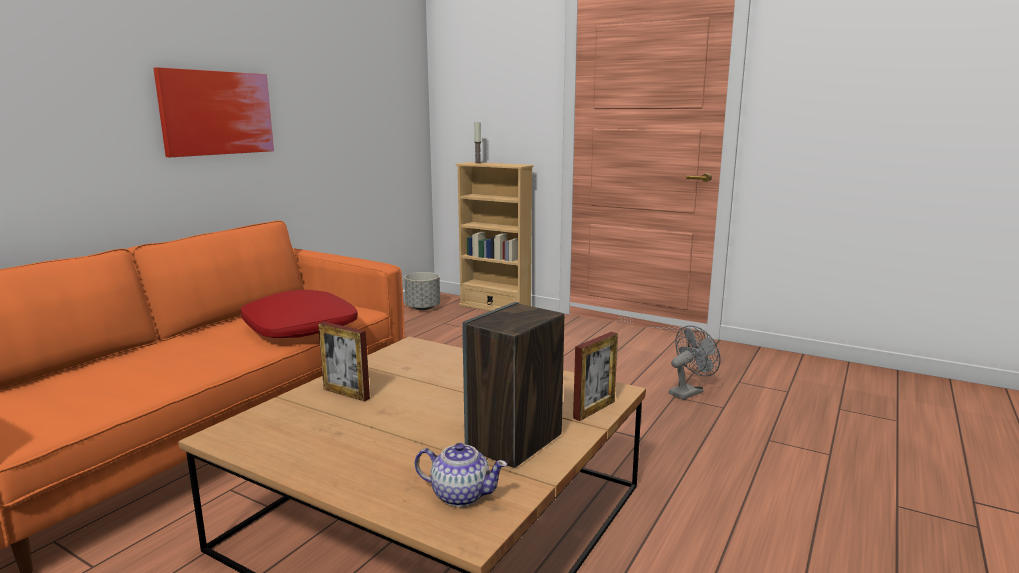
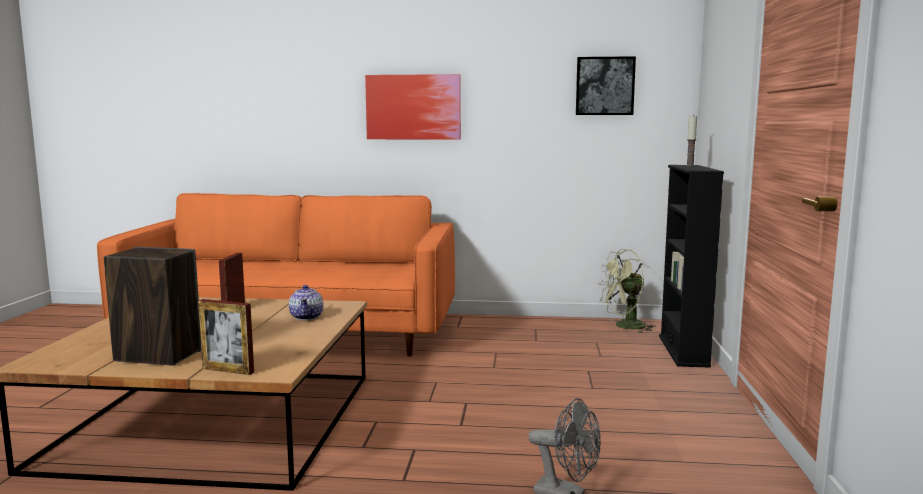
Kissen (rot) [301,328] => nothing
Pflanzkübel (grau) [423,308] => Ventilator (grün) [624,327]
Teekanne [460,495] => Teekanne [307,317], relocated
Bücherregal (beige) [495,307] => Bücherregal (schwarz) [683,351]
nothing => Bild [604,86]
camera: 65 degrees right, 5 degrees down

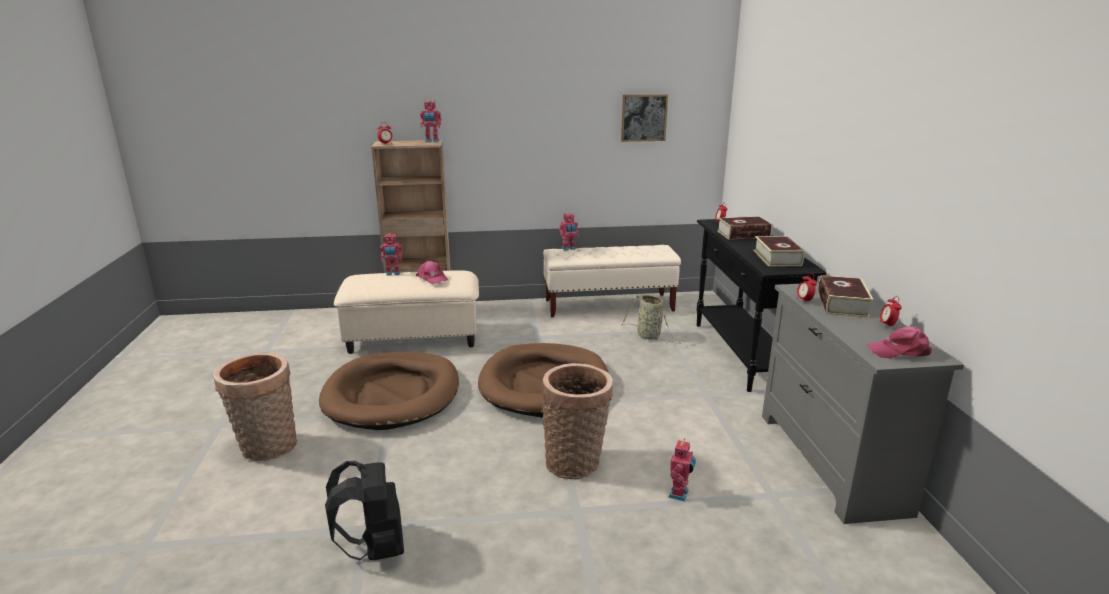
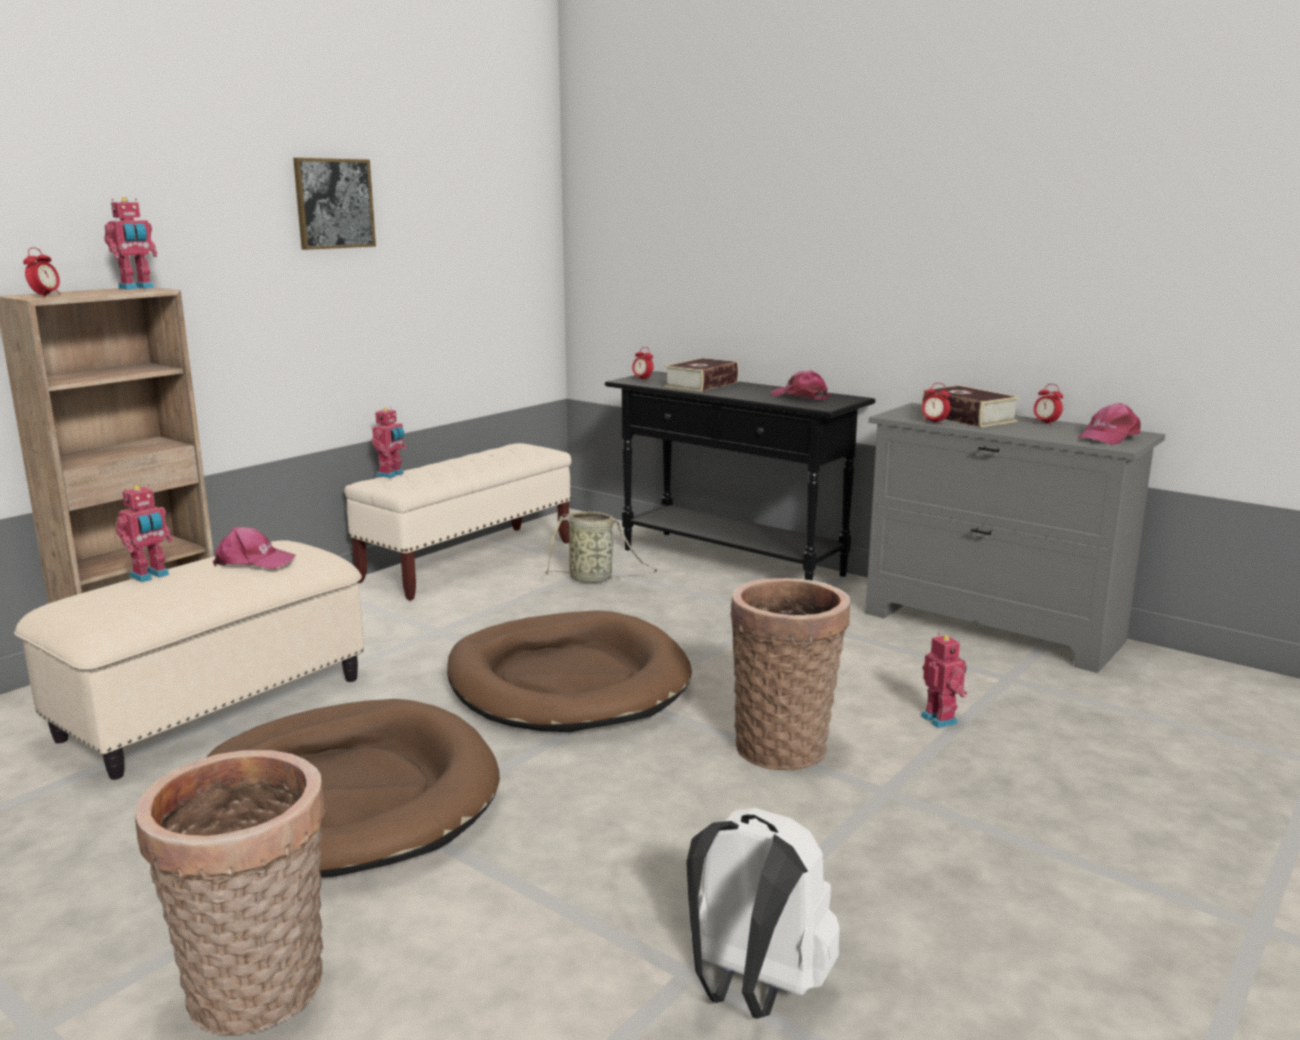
Rucksack (schwarz) [375,548] => Rucksack (weiß) [753,989]
Bild [644,118] => Bild [334,203], relocated
Buch [777,258] => Kappe (rosa) [800,396]
camera: 45 degrees left, 5 degrees down

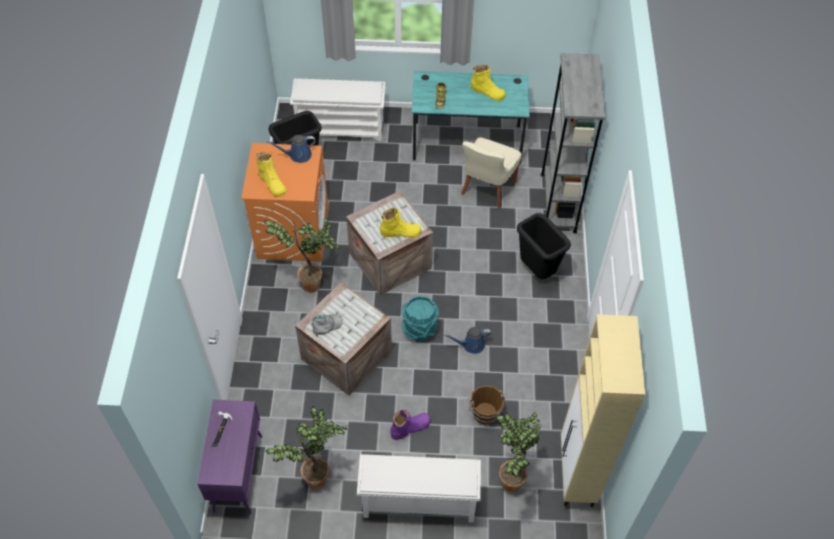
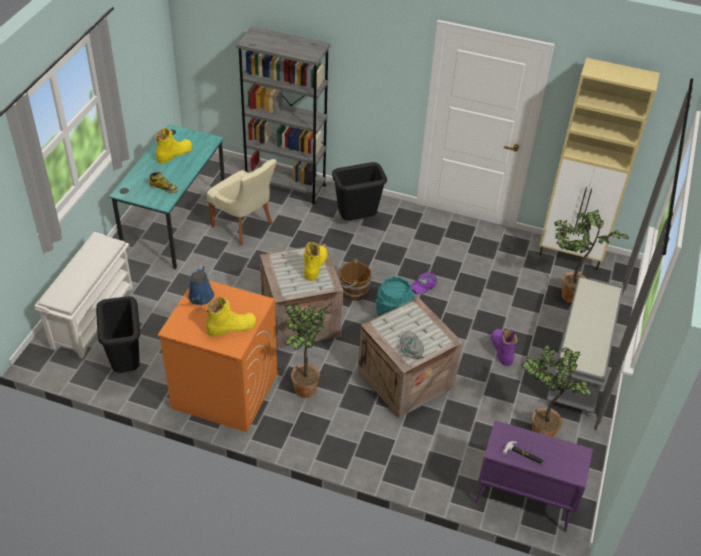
Schuhregal (weiß) [417,502] => Bank (grau) [580,363]
Gießkanne (blau) [471,345] => Kappe (lila) [423,284]
Eimer (braun) [484,412] => Eimer (braun) [353,292], relocated
camera: 75 degrees left, 10 degrees down

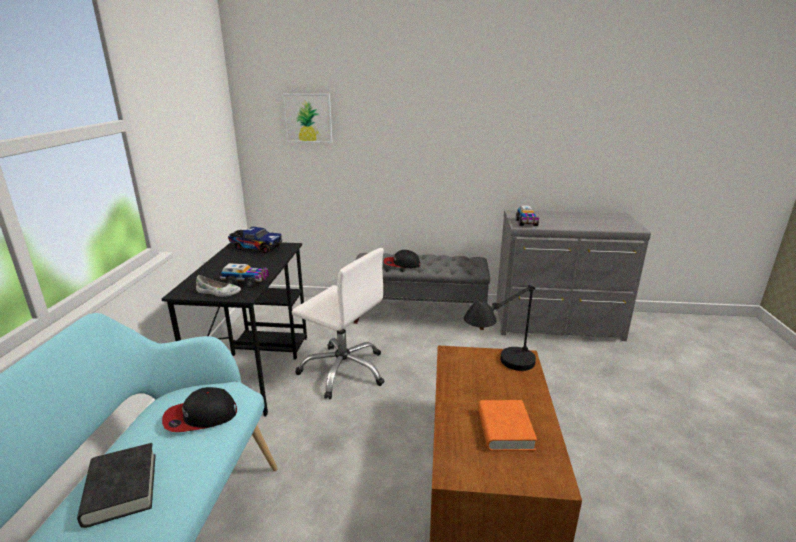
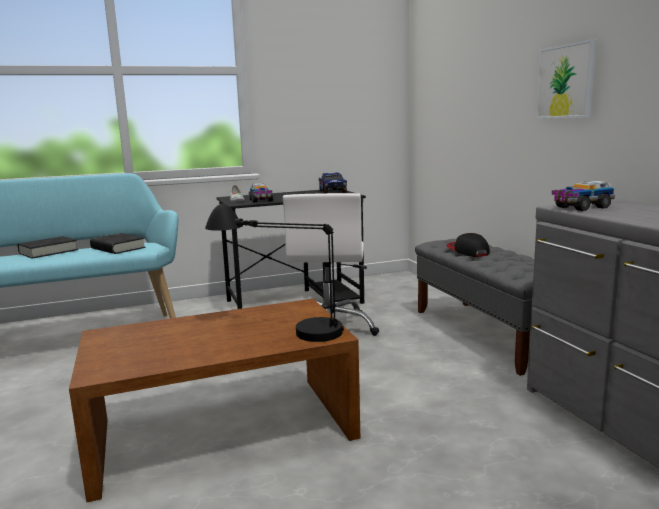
Kappe [200,417] => Buch (schwarz) [118,248]
Bild [308,118] => Bild [565,81], relocated
Buch (orange) [505,429] => nothing
camera: 65 degrees right, 10 degrees down

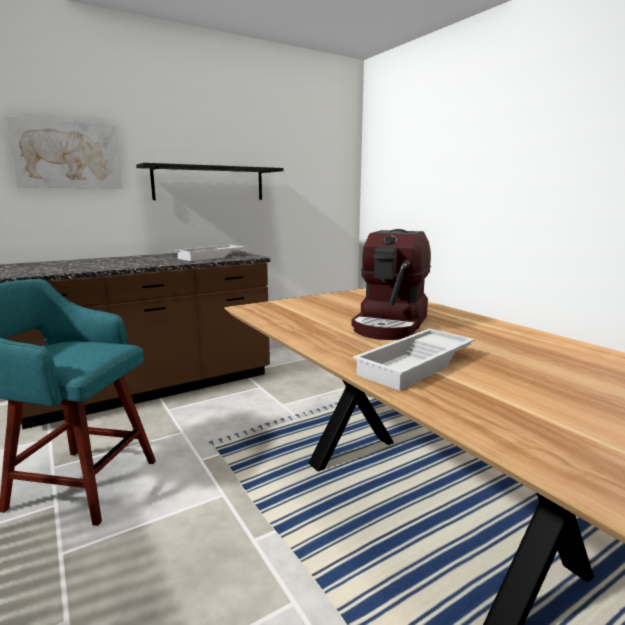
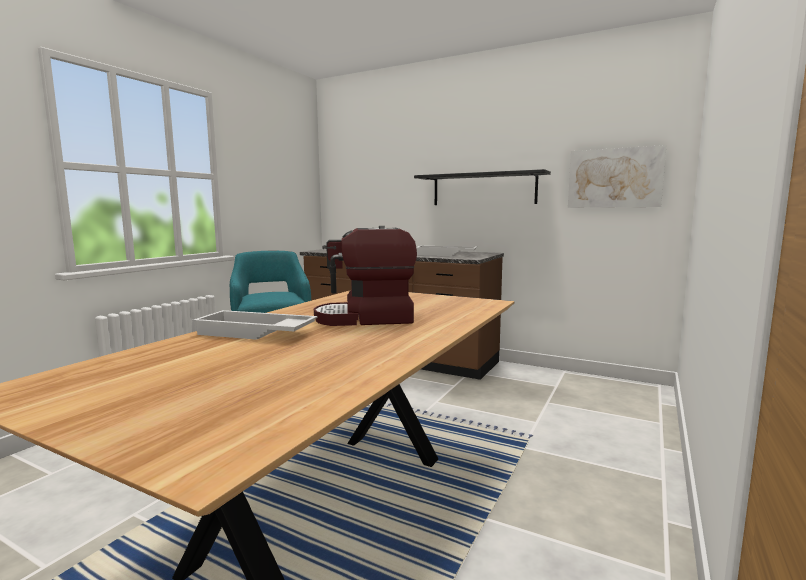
Bild [68,155] => Bild [614,178], relocated
camera: 60 degrees right, 5 degrees down

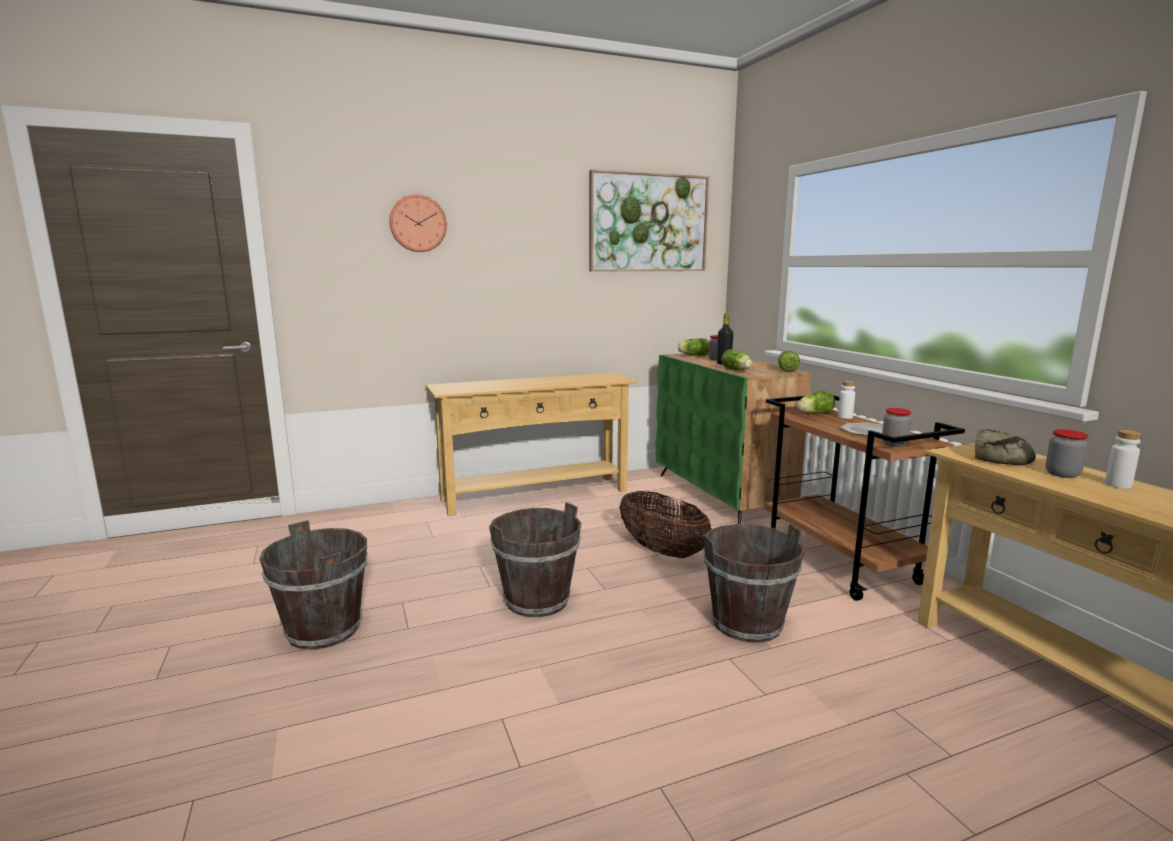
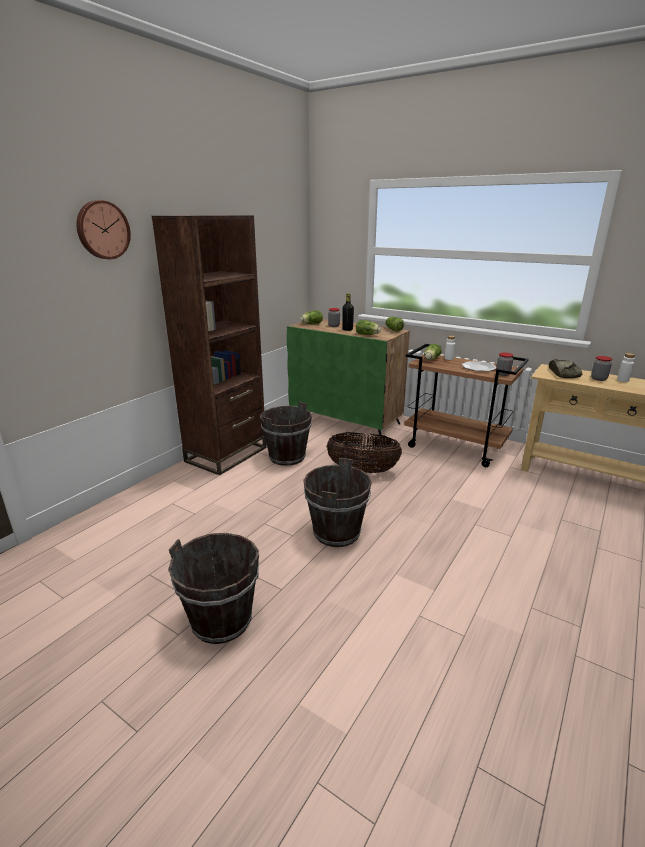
Konsolentisch (beige) [535,495] => Bücherregal (braun) [226,454]
Bild [648,223] => nothing
Eimer (braun) [747,624] => Eimer (braun) [287,457], relocated
camera: 35 degrees left, 10 degrees up

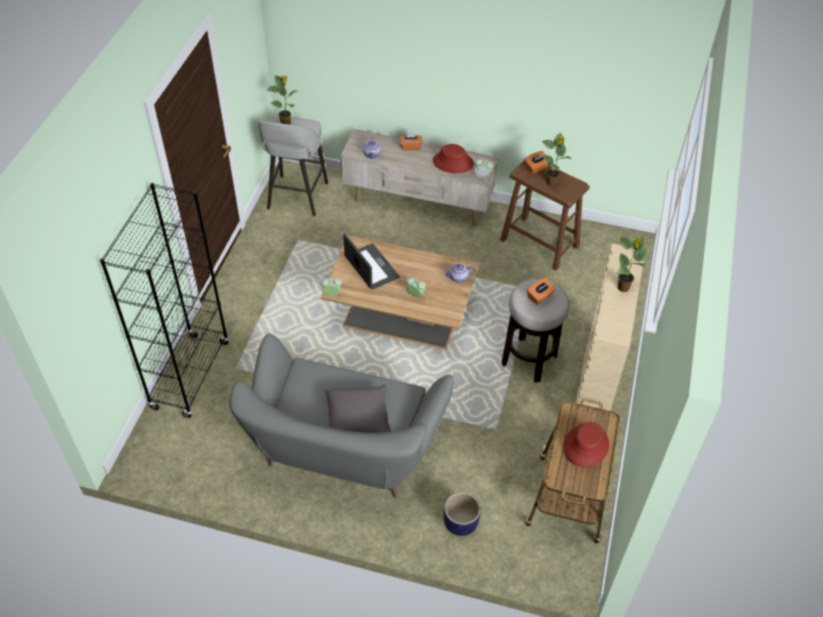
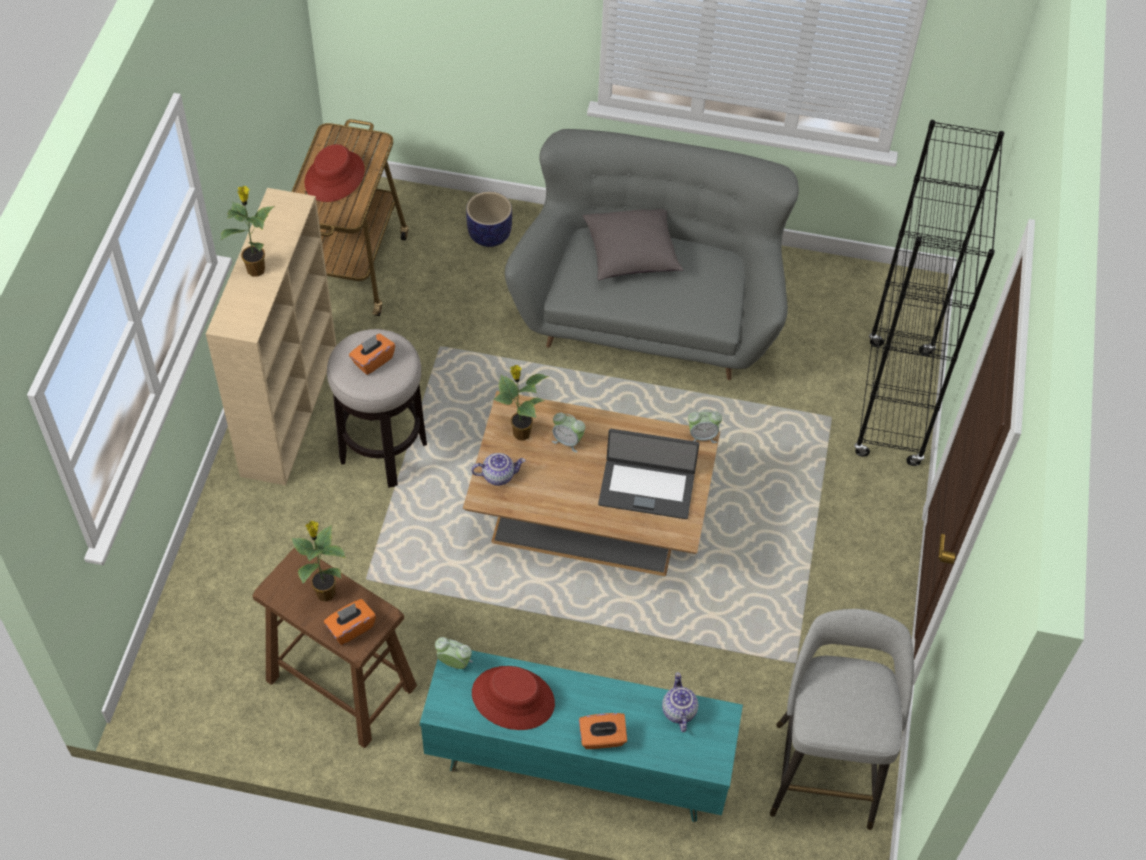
Topfpflanze [286,124] => Topfpflanze [520,433], relocated
Fernsehschrank (beige) [418,204] => Fernsehschrank (türkis) [578,768]
Laptop [371,267] => Laptop [646,488], 45 degrees counterclockwise
camera: 175 degrees right, 5 degrees up

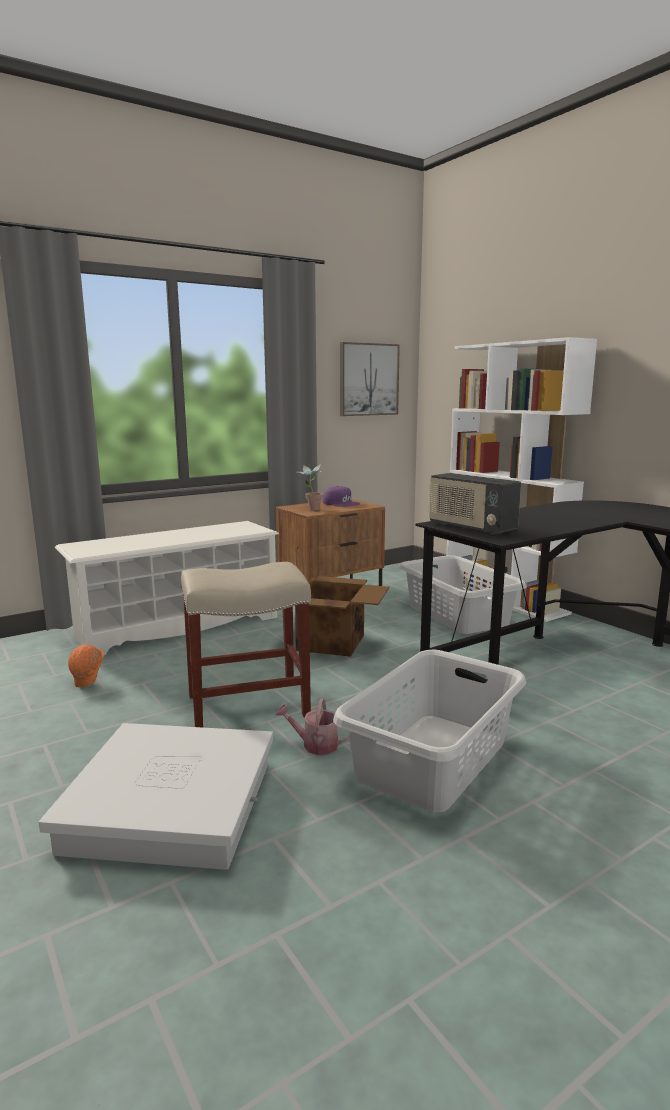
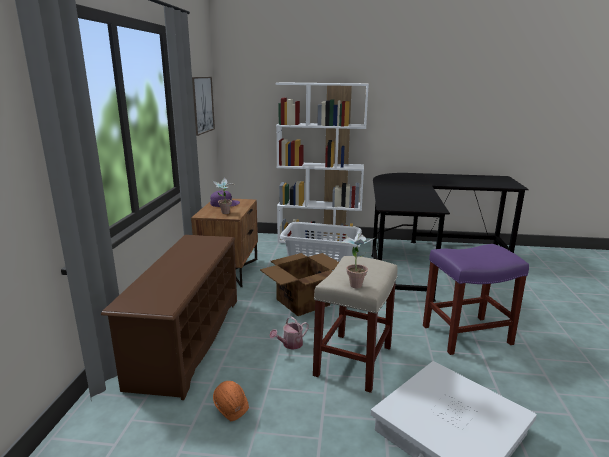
Schuhregal (weiß) [178,626] => Schuhregal (braun) [187,339]
Gießkanne [315,745] => Gießkanne [290,344], relocated
Wäschekorb (grau) [431,759] => Hocker (lila) [465,335]
Radio [470,528] => nothing
nothing => Topfpflanze [355,283]
camera: 50 degrees left, 5 degrees up

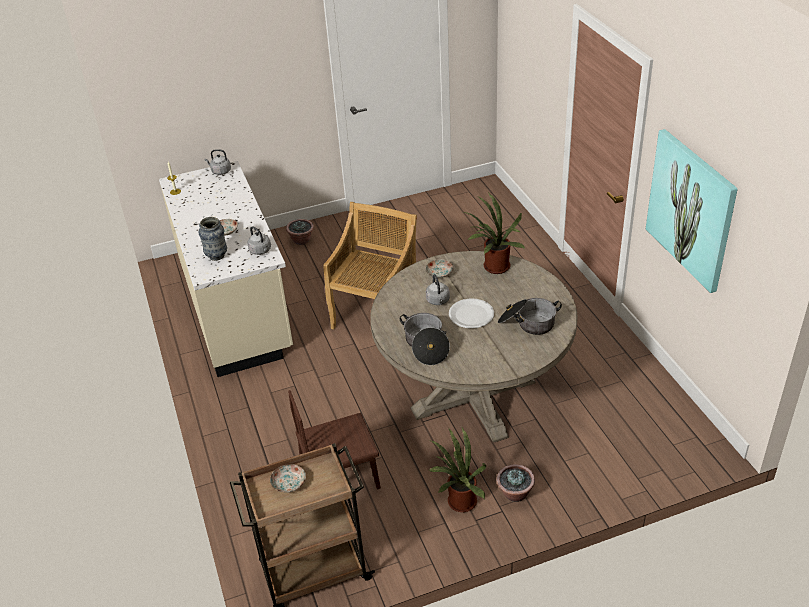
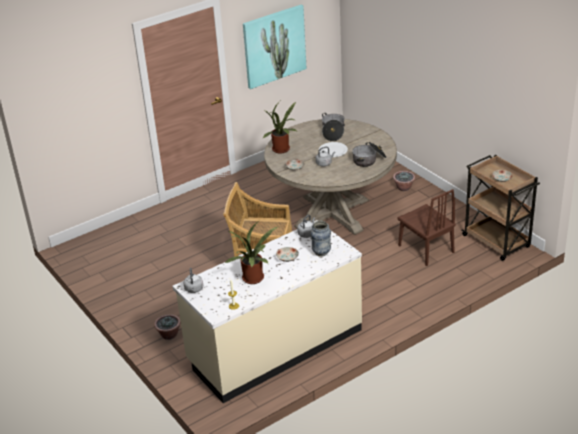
Topfpflanze [459,502] => Topfpflanze [254,279], relocated
camera: 105 degrees left, 5 degrees down

